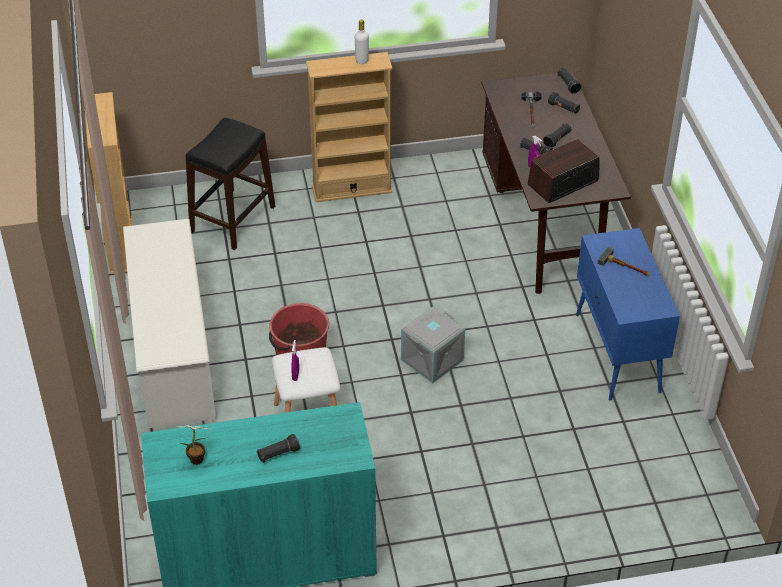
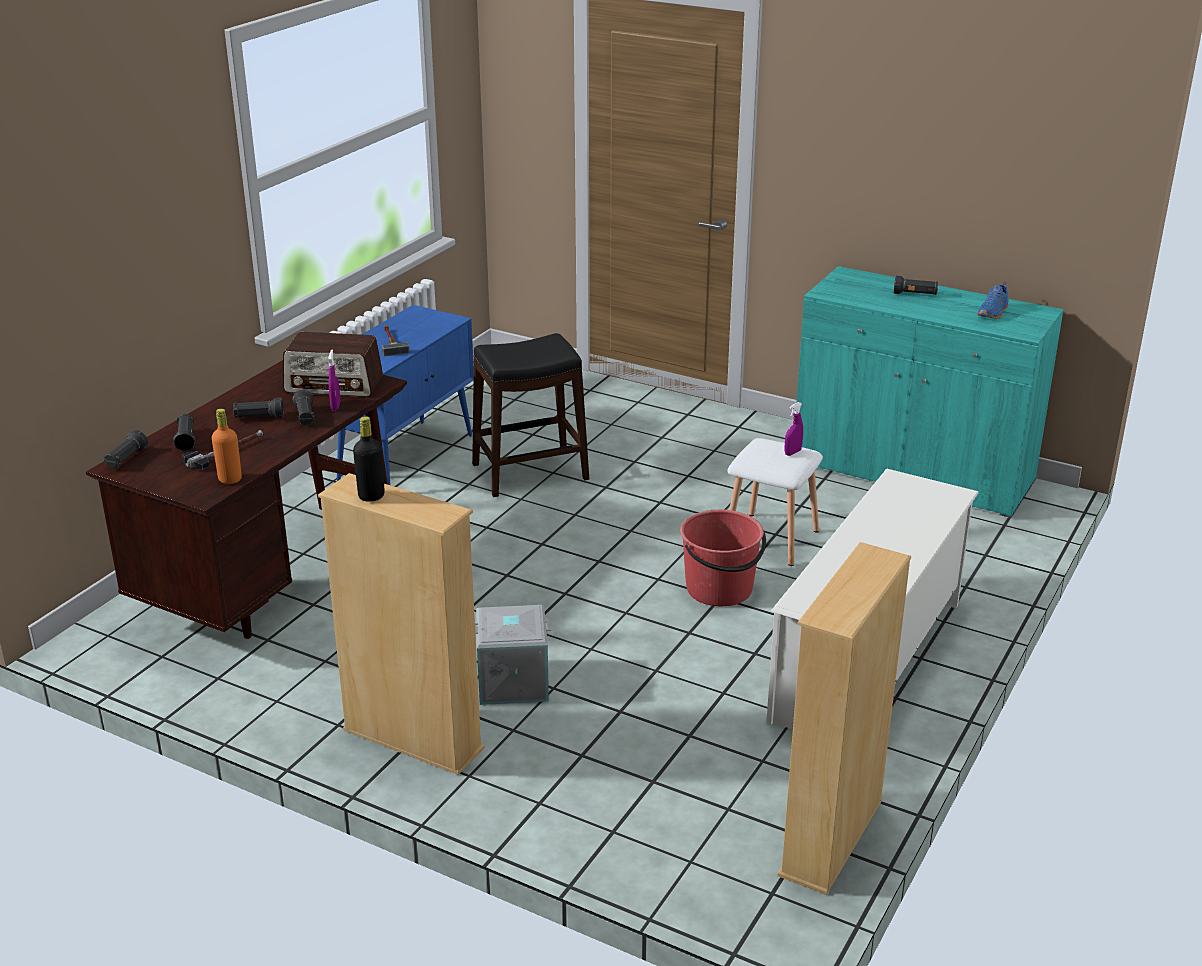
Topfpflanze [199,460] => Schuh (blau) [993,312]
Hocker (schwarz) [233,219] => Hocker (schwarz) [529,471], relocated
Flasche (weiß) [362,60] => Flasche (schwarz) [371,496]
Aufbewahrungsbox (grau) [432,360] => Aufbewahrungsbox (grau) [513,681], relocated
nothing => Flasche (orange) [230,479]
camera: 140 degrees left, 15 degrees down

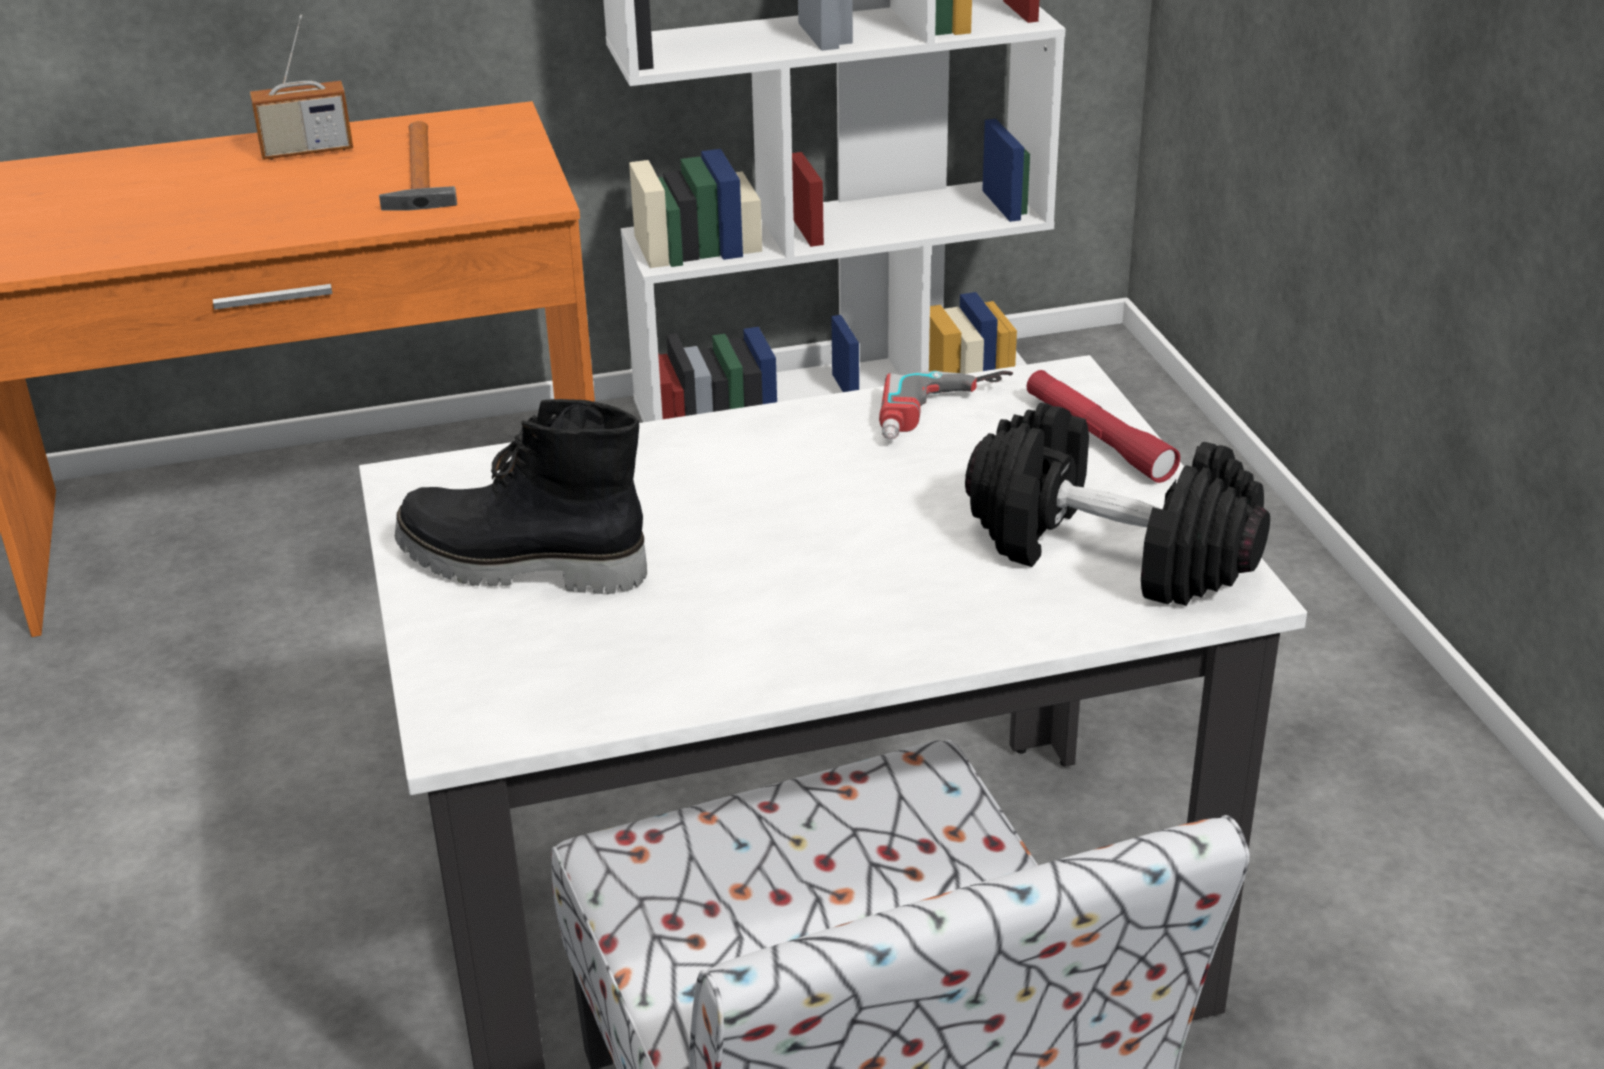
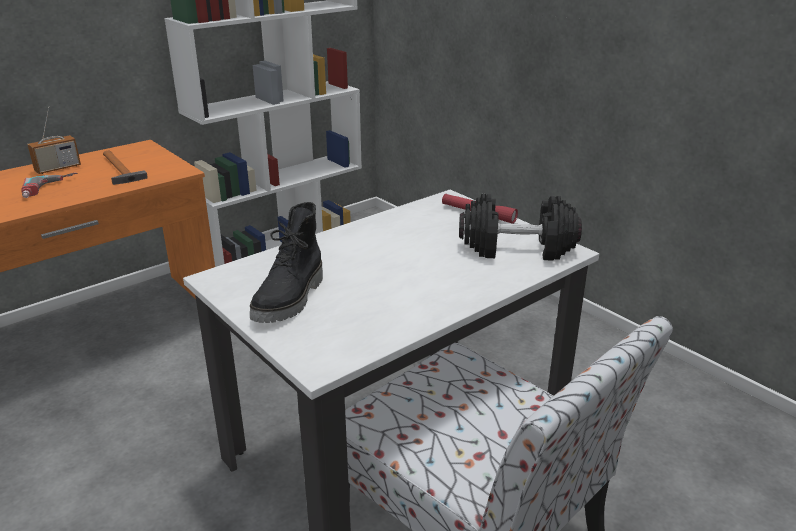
Stiefel (schwarz) [519,566] => Stiefel (schwarz) [291,300], 60 degrees counterclockwise
Bohrmaschine [946,415] => Bohrmaschine [51,189], relocated
camera: 25 degrees left, 5 degrees down

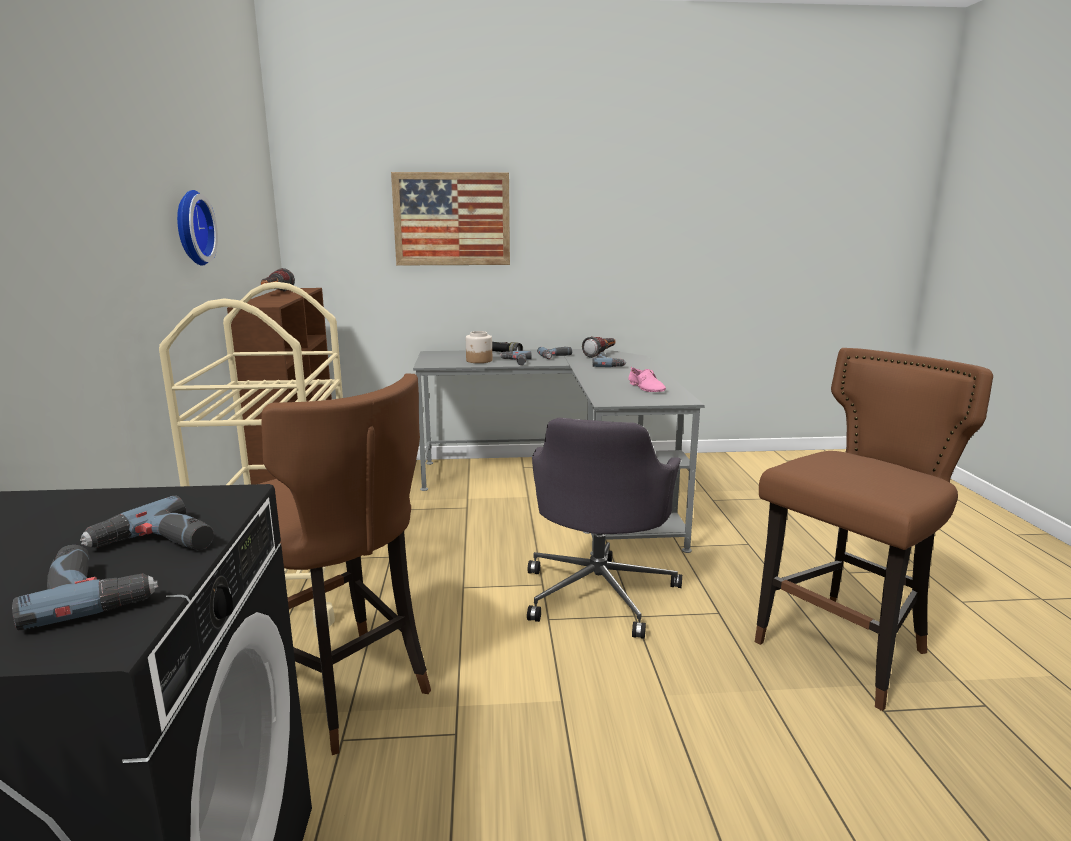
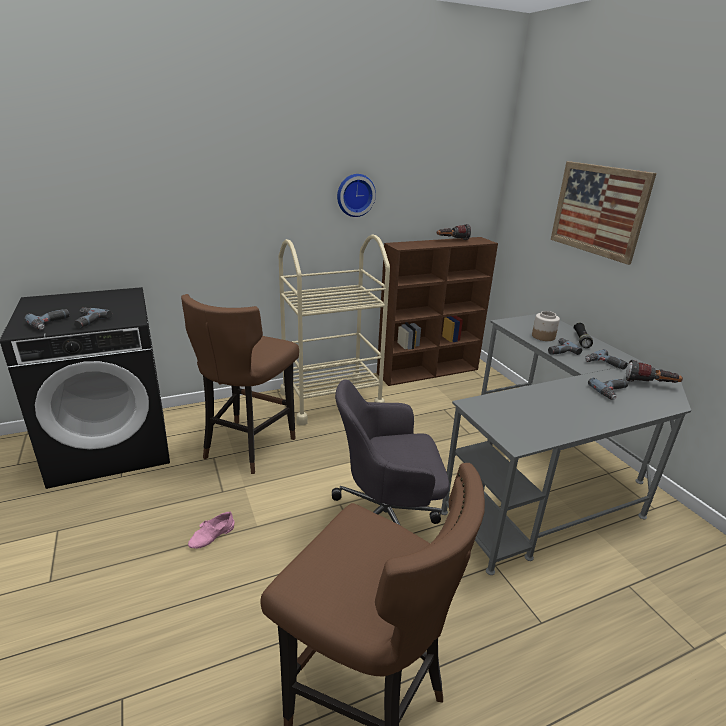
Schuh (rosa) [647,387] => Schuh (rosa) [212,536], relocated
camera: 70 degrees right, 10 degrees up

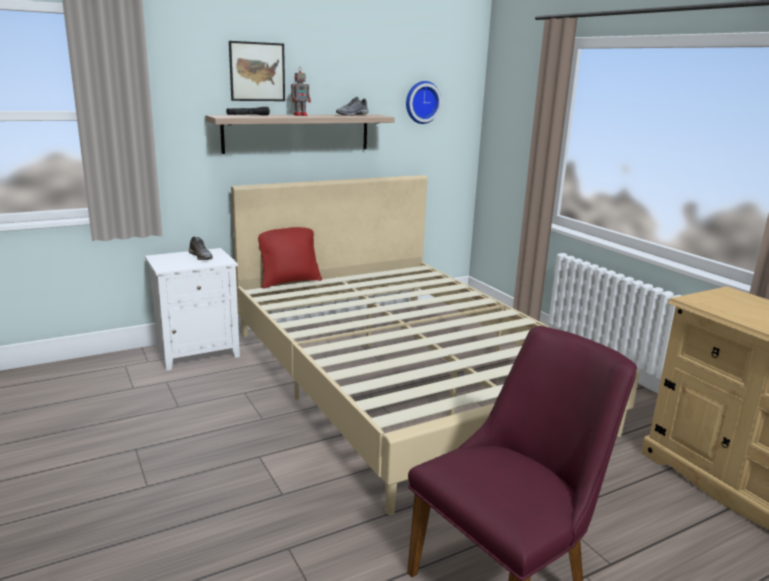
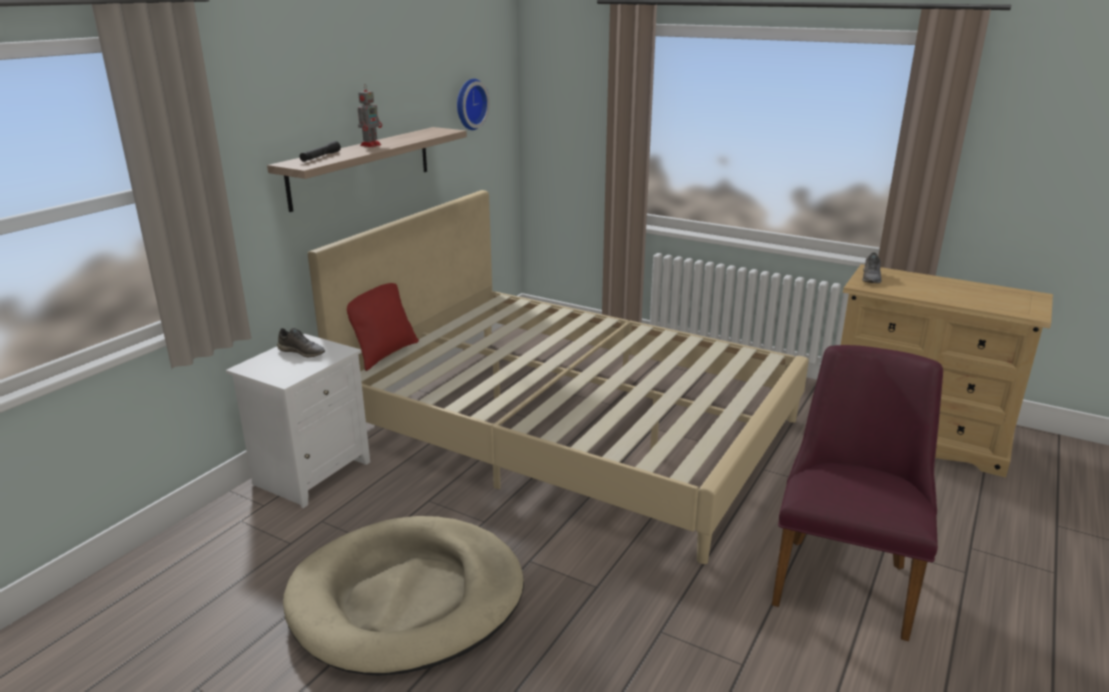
Bild [257,71] => nothing
Schuh (grau) [352,115] => Schuh (grau) [871,278], relocated
nothing => Hundebett (beige) [407,599]
camera: 30 degrees left, 5 degrees up

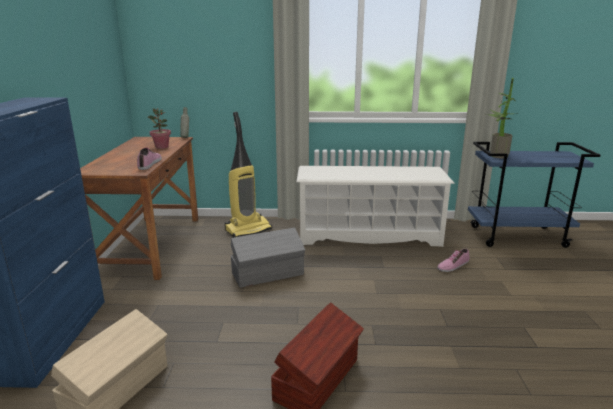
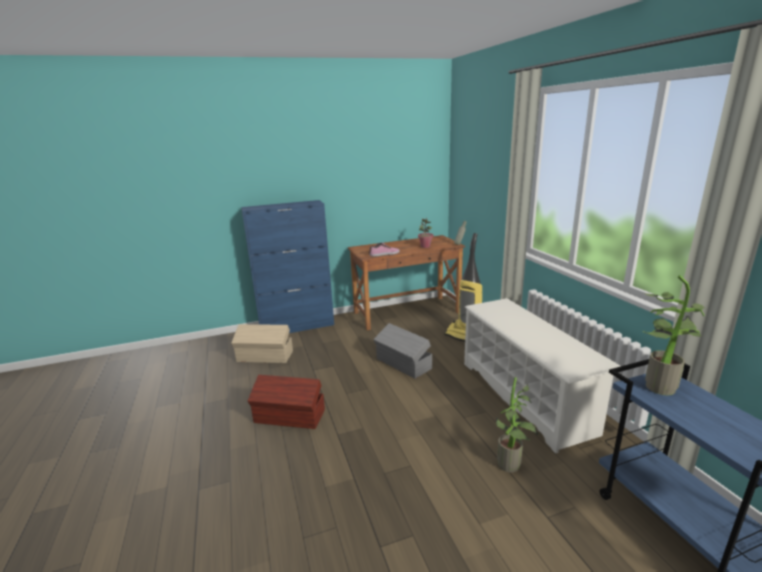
Schuh [453,265] => Topfpflanze [512,466]
camera: 70 degrees right, 0 degrees up

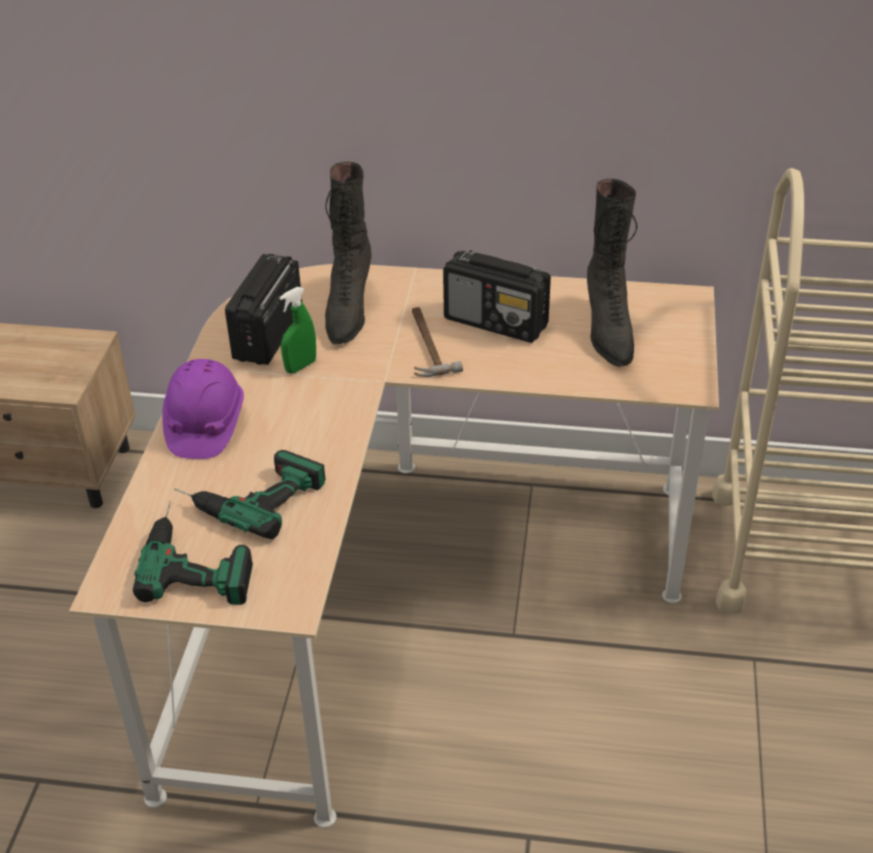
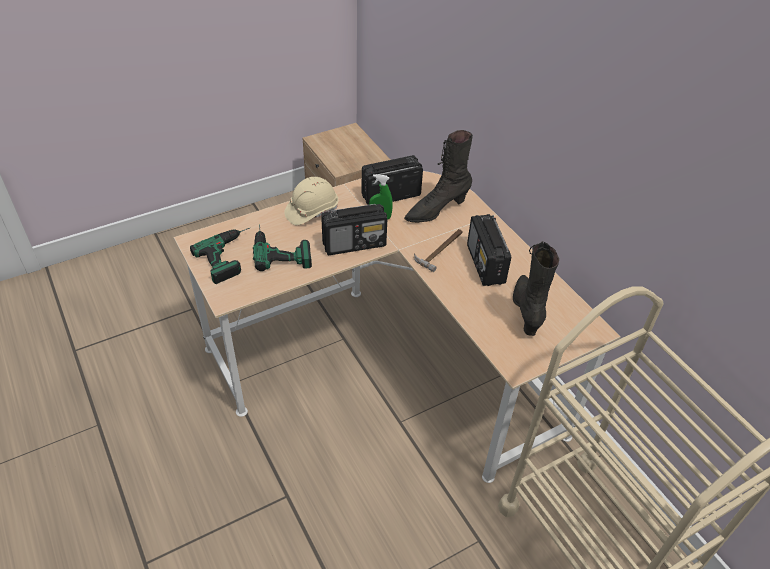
Schutzhelm (lila) [205,425] => Schutzhelm (beige) [311,211]
Stiefel (schwarz) [608,331] => Stiefel (schwarz) [527,310], 135 degrees clockwise
nothing => Radio [355,244]
camera: 50 degrees right, 5 degrees up

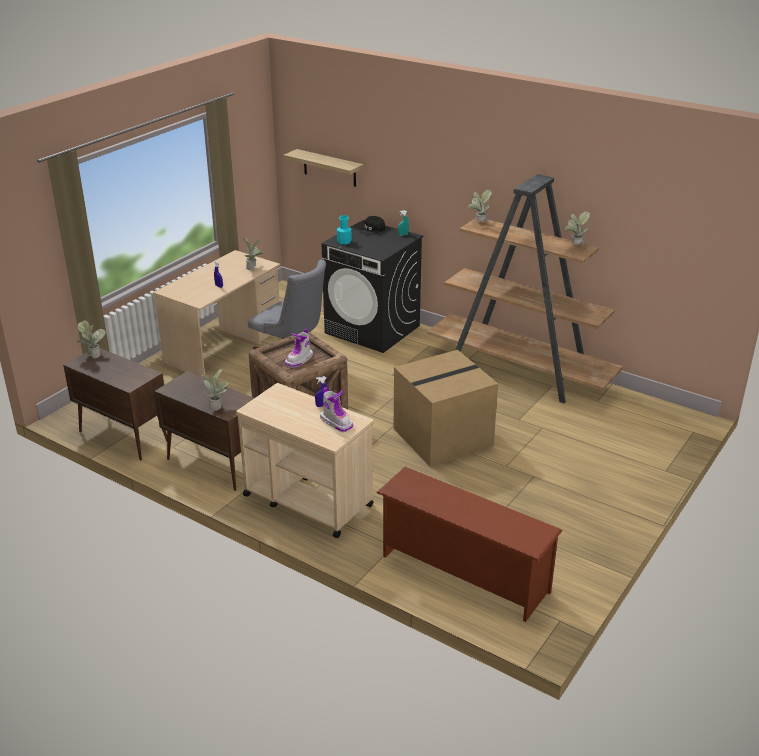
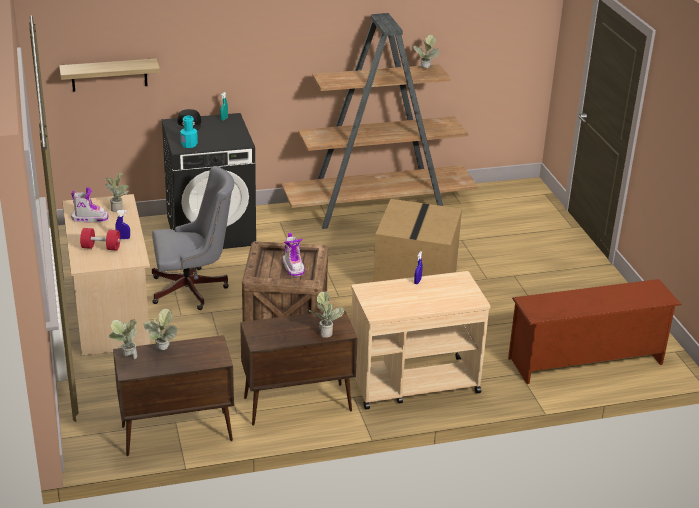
Stiefel [336,422] => Stiefel [90,218], relocated
Topfpflanze [479,223] => Topfpflanze [162,351], relocated
nothing => Hantel (rot) [101,247]
camera: 50 degrees left, 0 degrees up

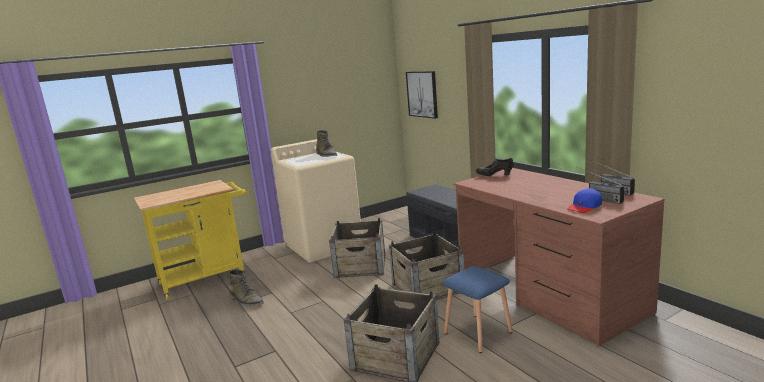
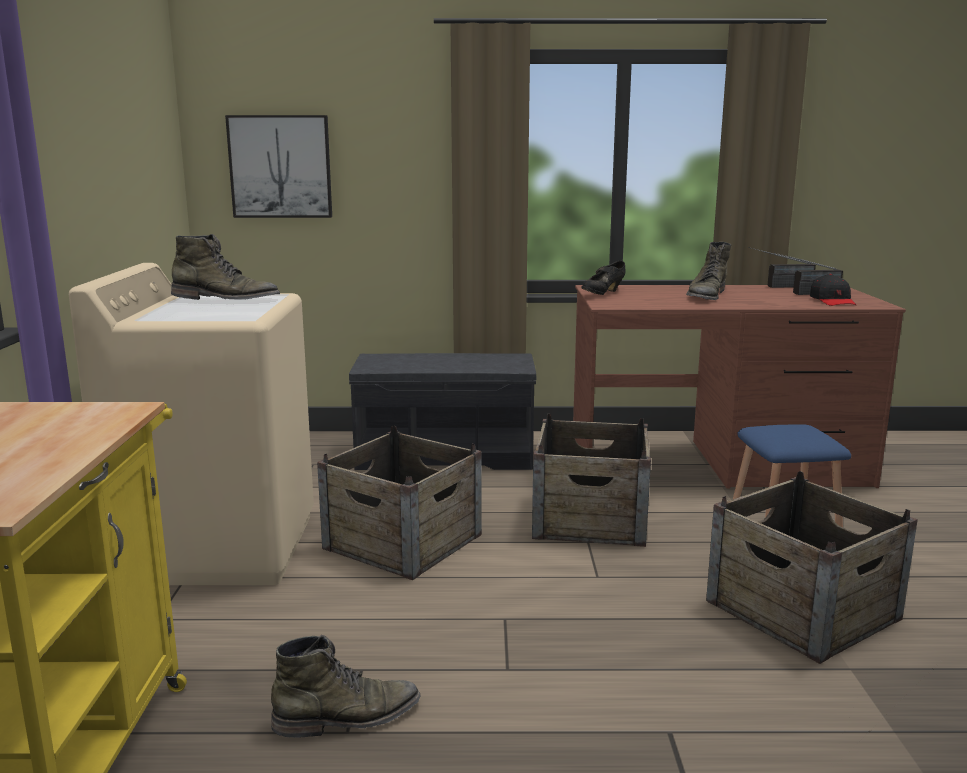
Kappe (blau) [584,207] => Kappe (schwarz) [832,301]
nothing => Stiefel (grün) [706,295]
camera: 60 degrees left, 0 degrees up

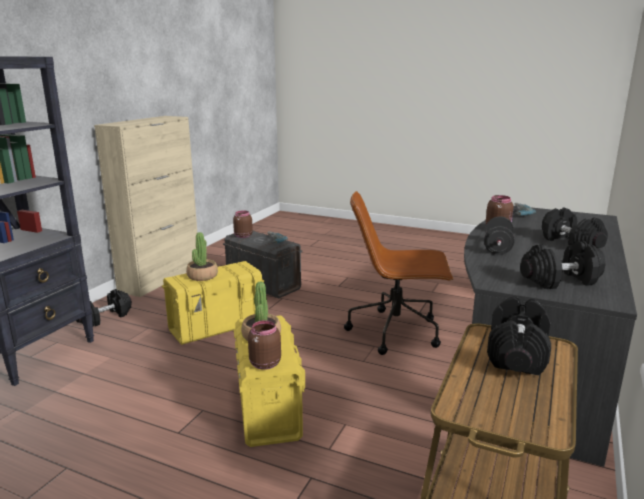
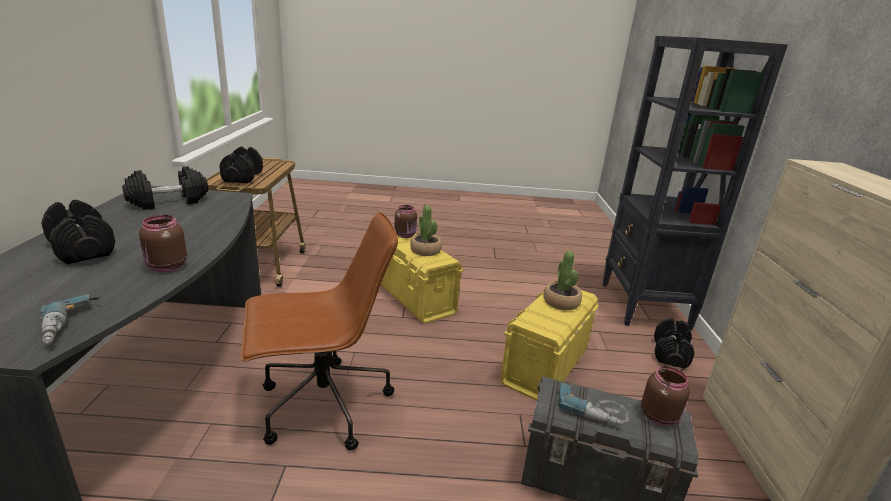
Hantel (schwarz) [497,248] => nothing
camera: 155 degrees right, 5 degrees up

